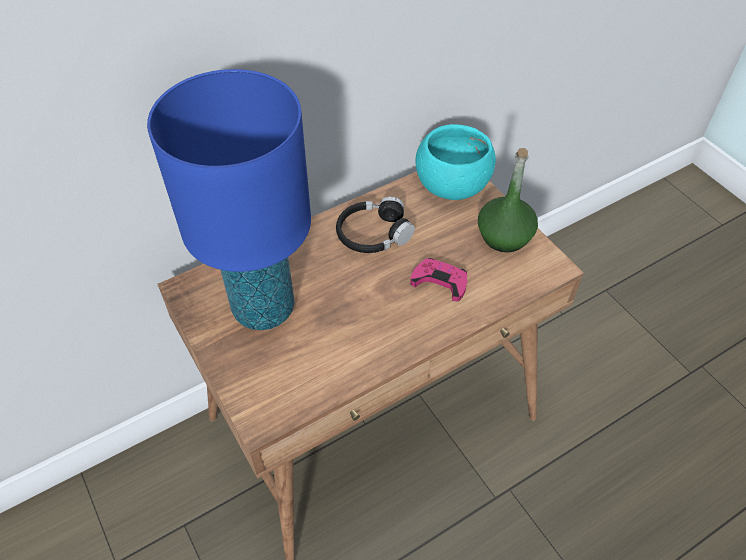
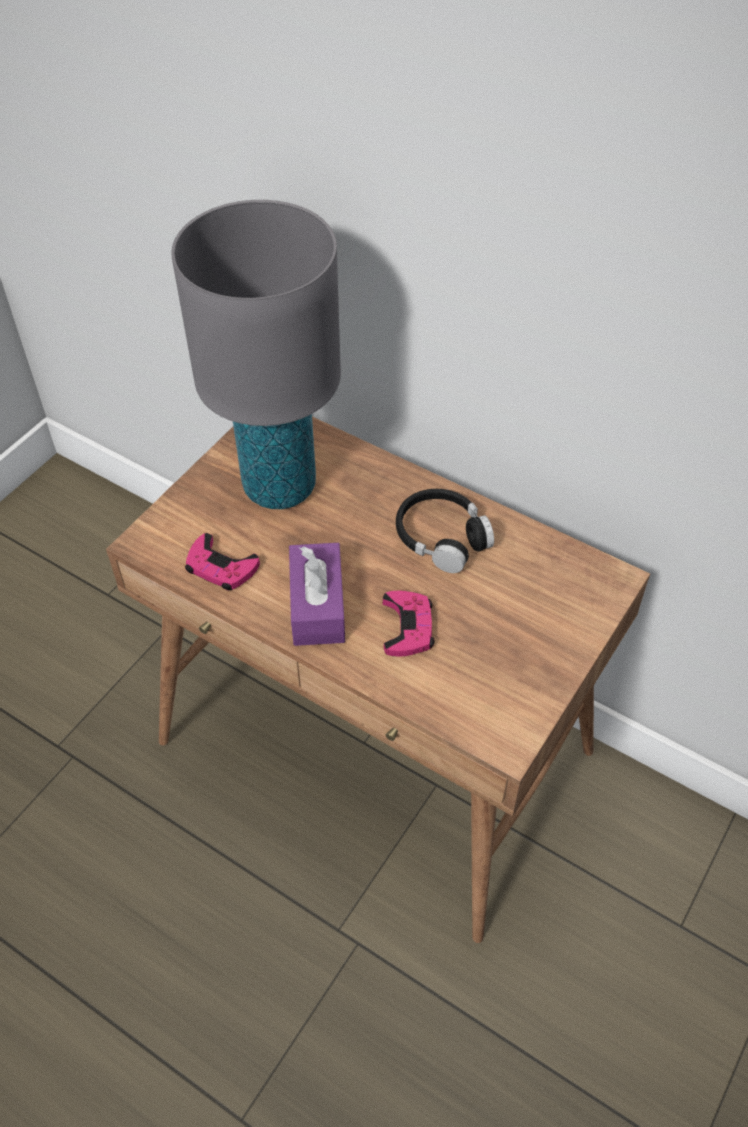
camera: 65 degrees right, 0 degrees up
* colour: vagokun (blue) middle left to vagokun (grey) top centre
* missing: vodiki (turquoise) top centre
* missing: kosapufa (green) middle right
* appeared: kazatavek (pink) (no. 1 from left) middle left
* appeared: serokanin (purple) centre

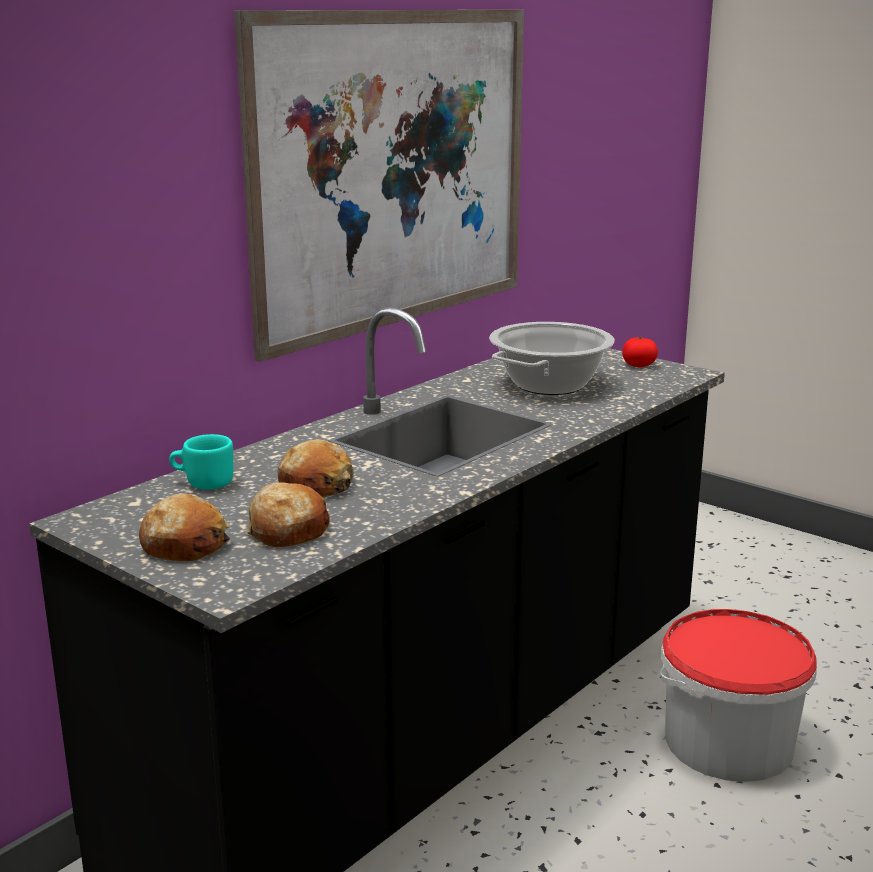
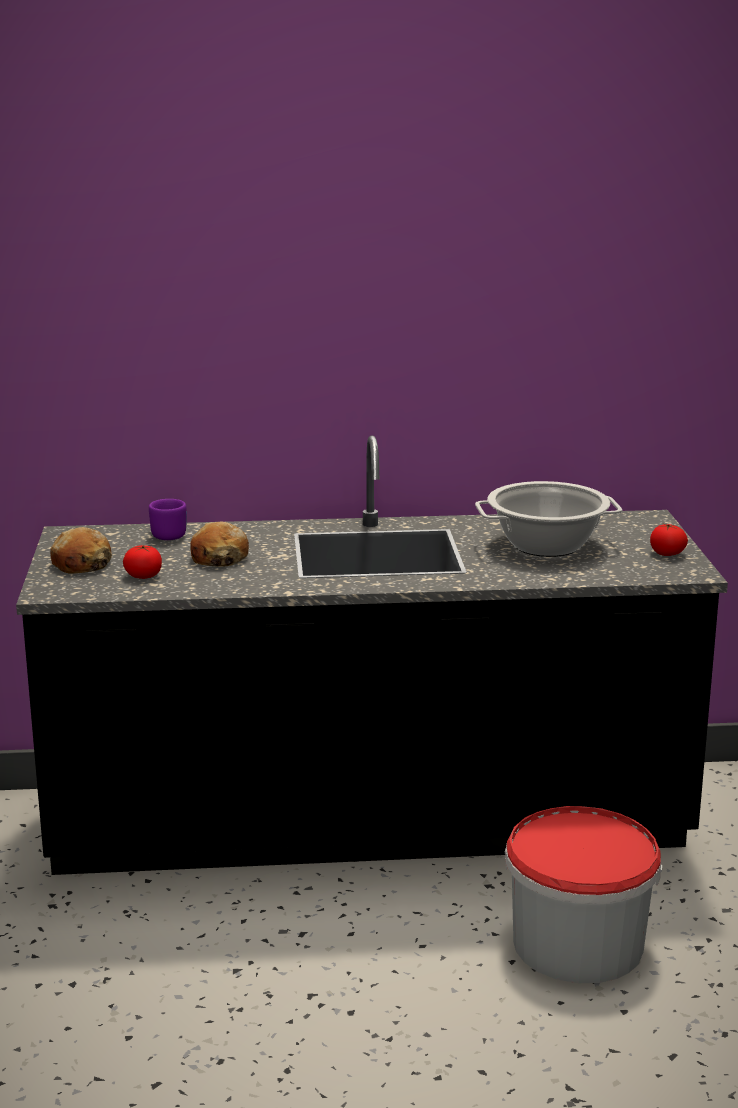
camera: 45 degrees right, 0 degrees up
* colour: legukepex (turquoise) middle left to legukepex (purple) middle left
* missing: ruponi top centre
* exchanged: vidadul (no. 2 from left) middle left to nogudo (no. 1 from left) middle left

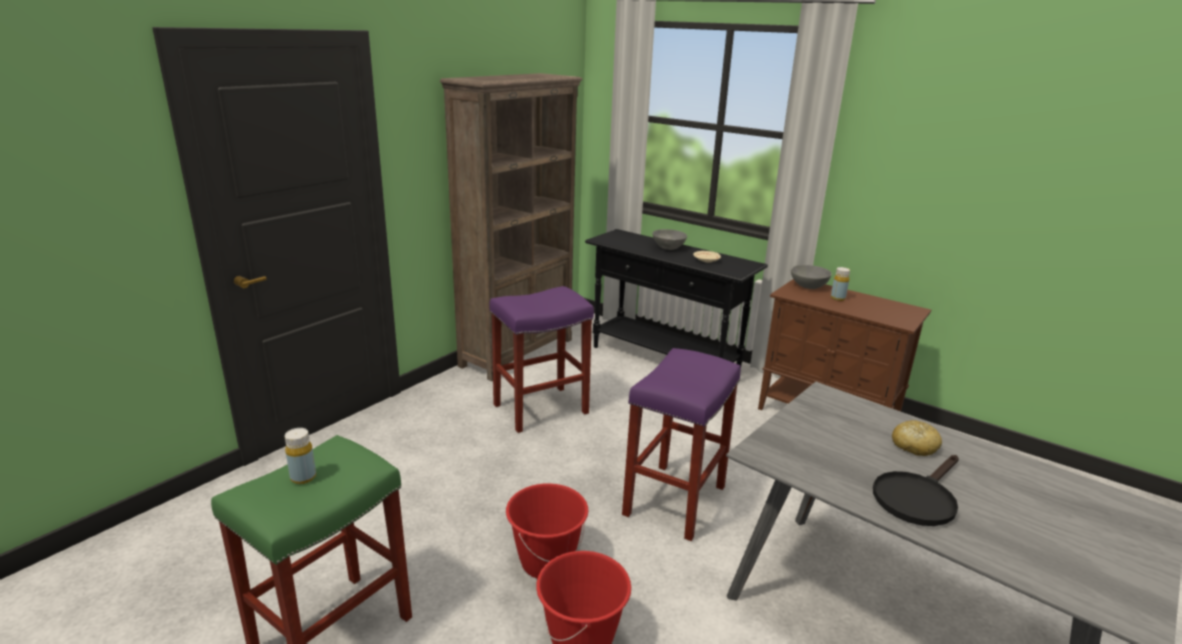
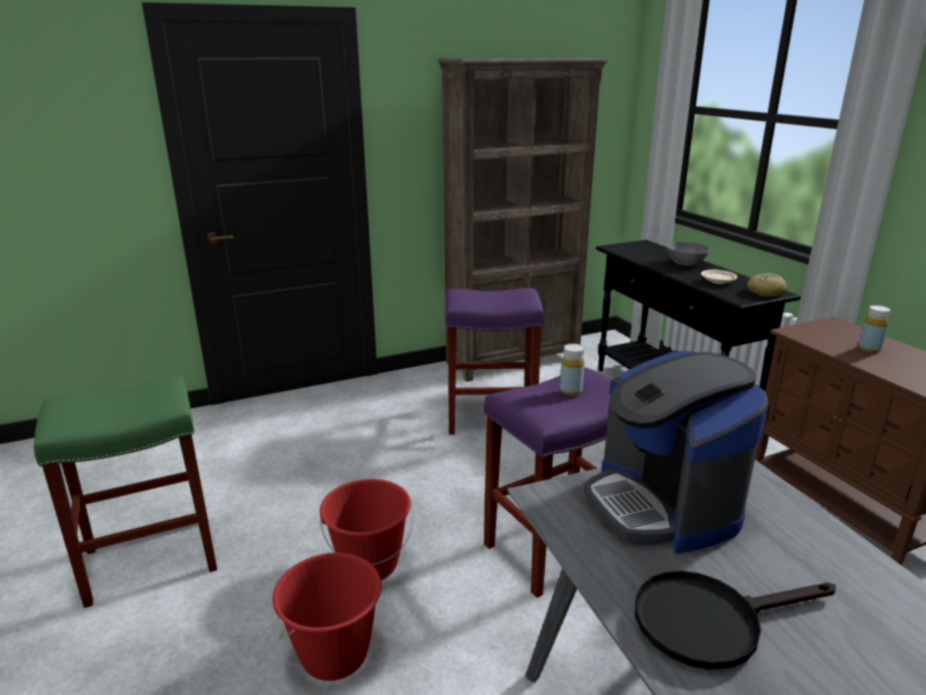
camera: 30 degrees right, 0 degrees up
* relocated: kosapufa (yellow) (no. 1 from left) bottom left to centre
* missing: vodiki (grey) (no. 2 from left) middle right
* relocated: vidadul bottom right to middle right
* appeared: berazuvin middle right

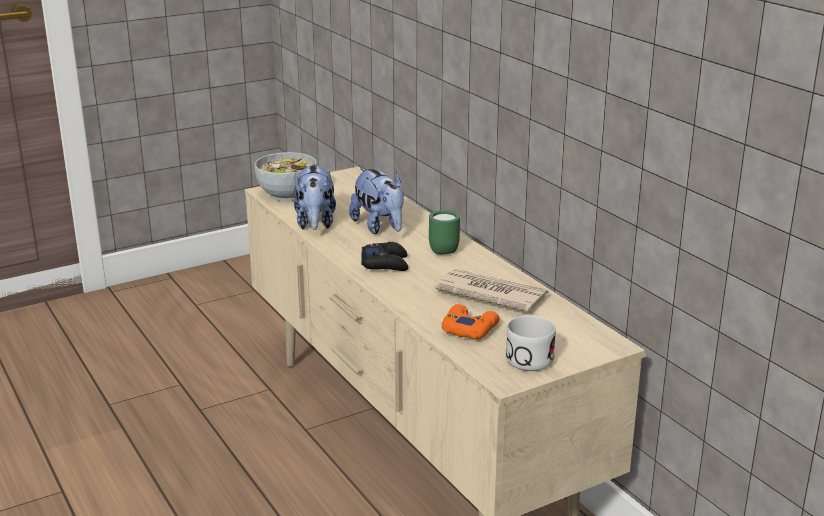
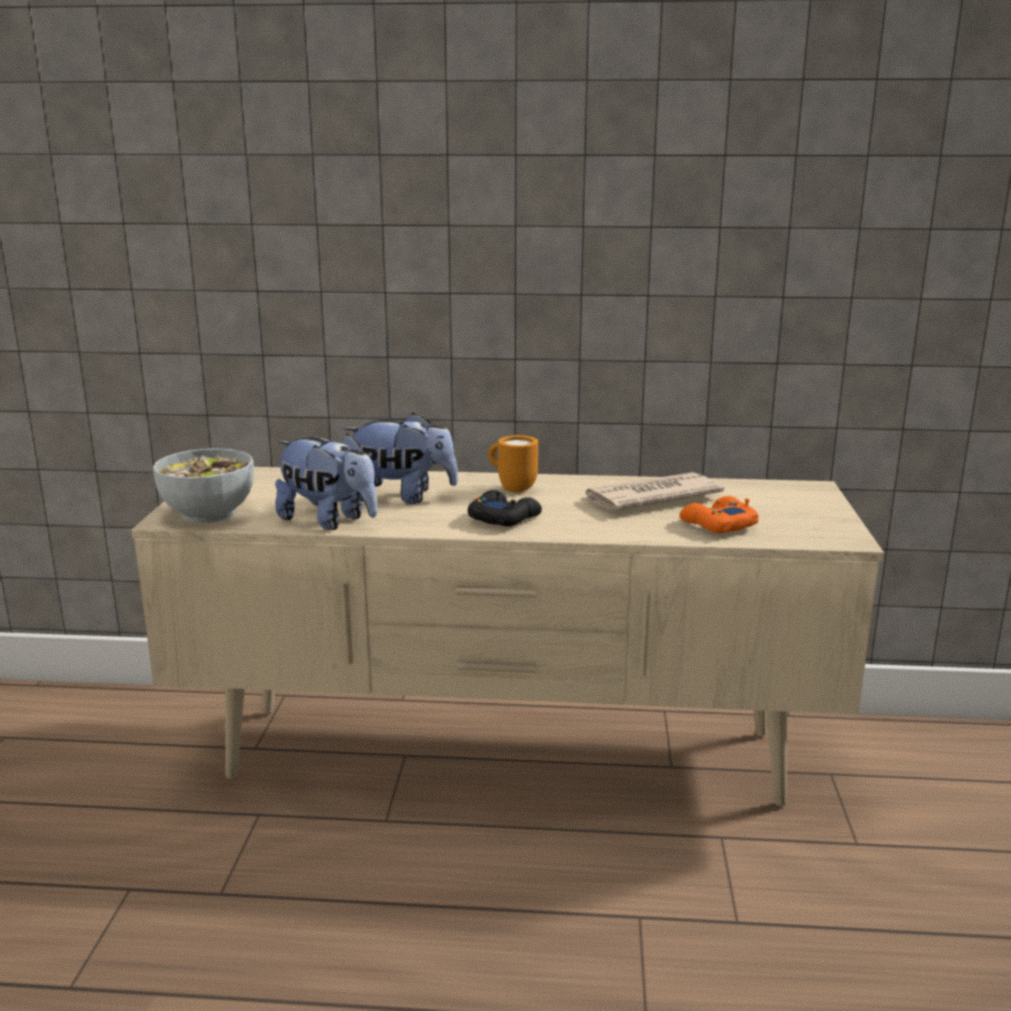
camera: 55 degrees left, 5 degrees down
* colour: legukepex (green) centre to legukepex (orange) centre
* missing: legukepex (white) centre

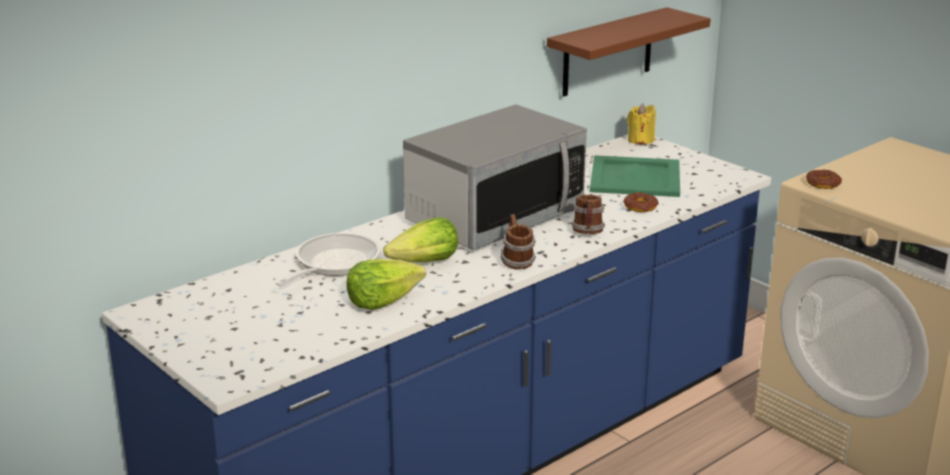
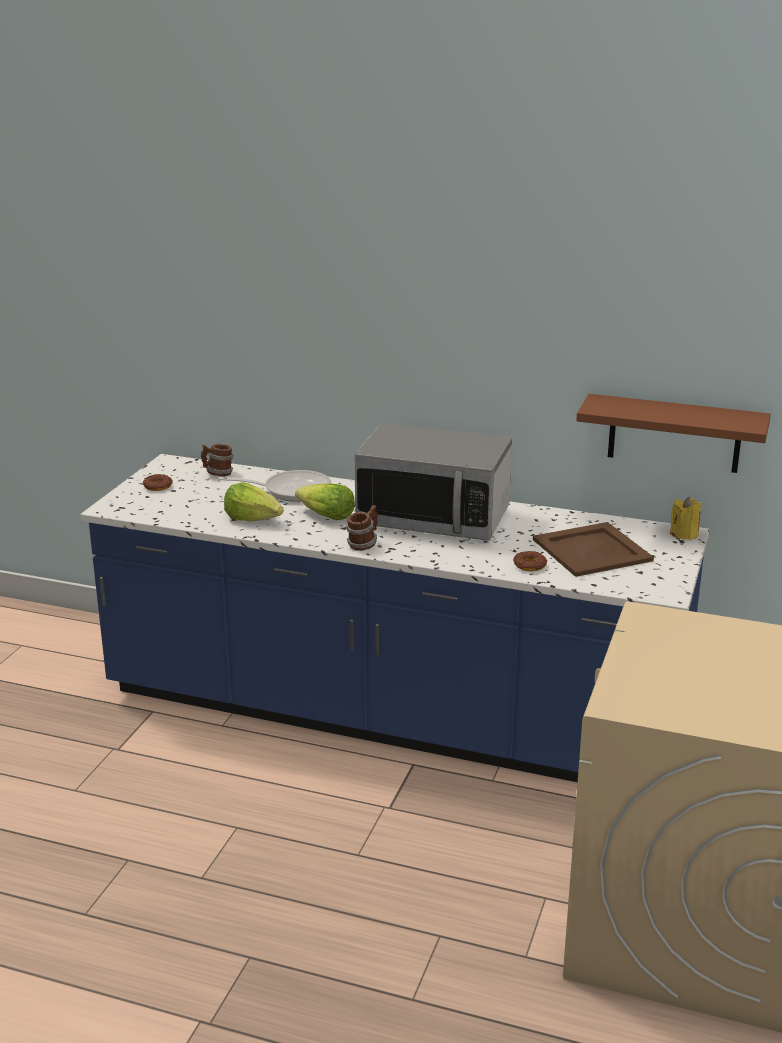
camera: 60 degrees right, 0 degrees up
* relocated: legukepex (no. 2 from left in the first image) centre to legukepex (no. 1 from left) middle left
* colour: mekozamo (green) middle right to mekozamo (brown) middle right
* relocated: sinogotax (no. 2 from left in the first image) middle right to sinogotax (no. 1 from left) middle left

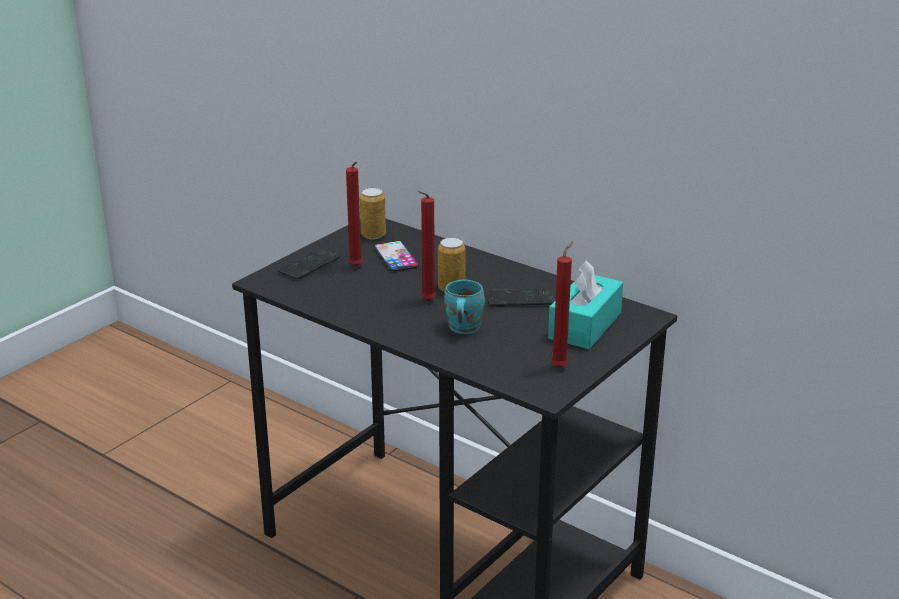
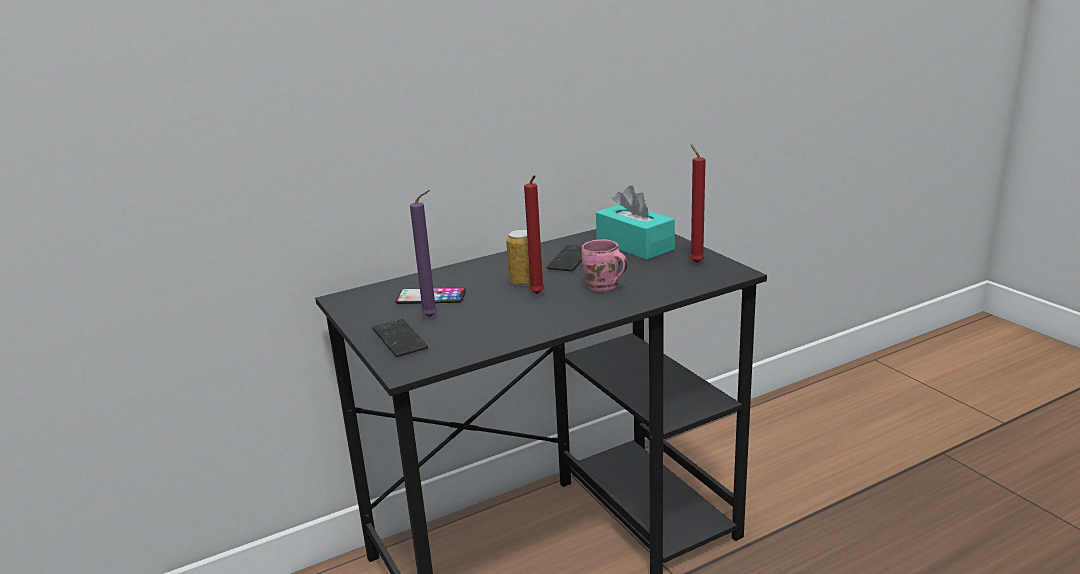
camera: 65 degrees left, 5 degrees down
* colour: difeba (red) (no. 1 from left) centre to difeba (purple) centre
* missing: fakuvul (no. 1 from left) centre
* colour: legukepex (turquoise) centre to legukepex (pink) centre

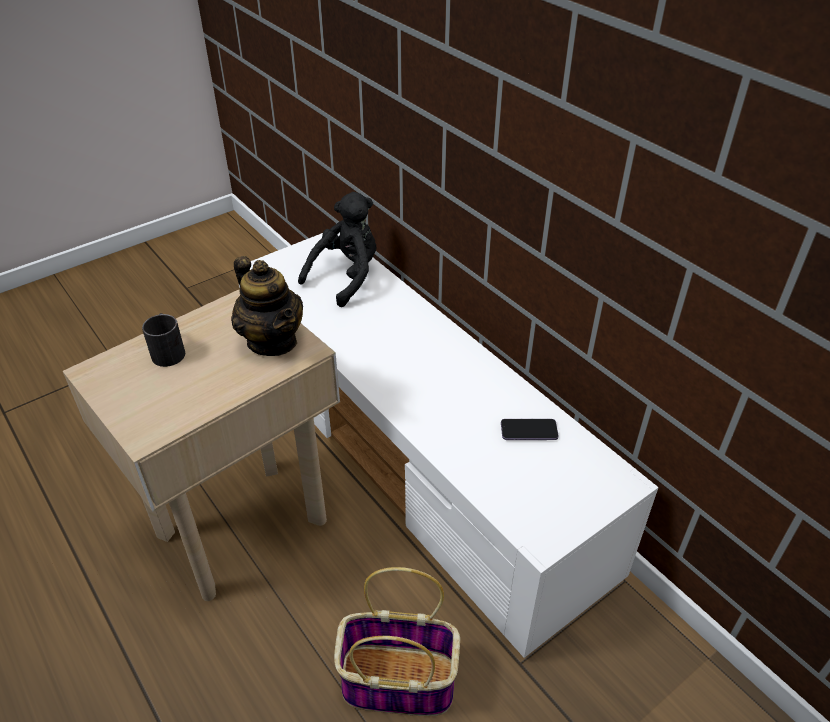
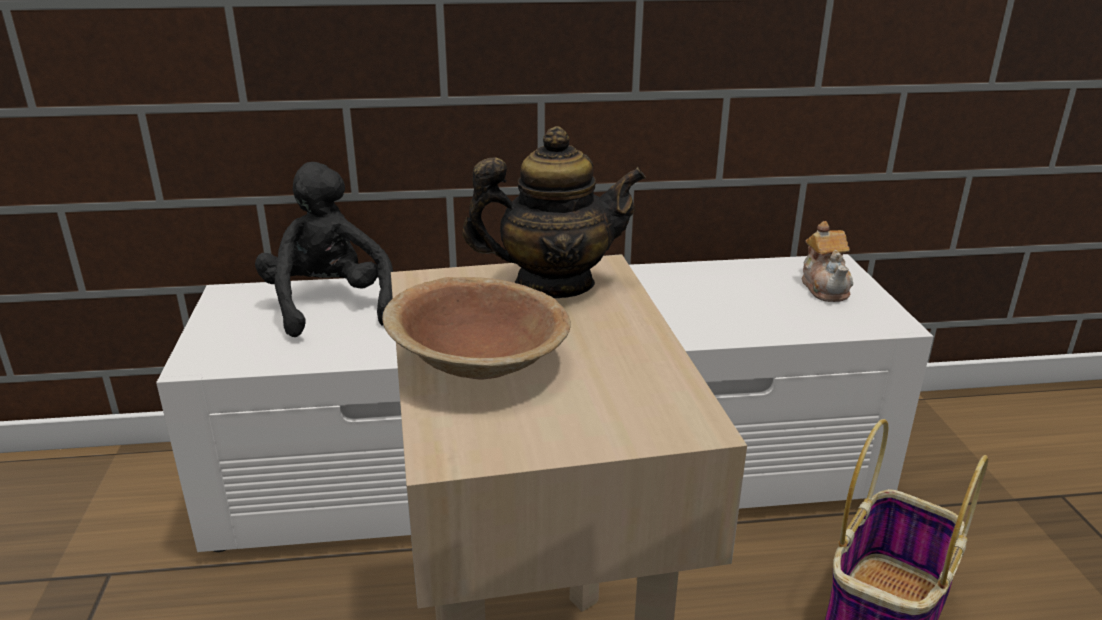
camera: 60 degrees left, 15 degrees down
* exchanged: legukepex (black) middle left to vodiki (brown) centre
* missing: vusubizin centre
* appeared: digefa (no. 2 from left) middle right

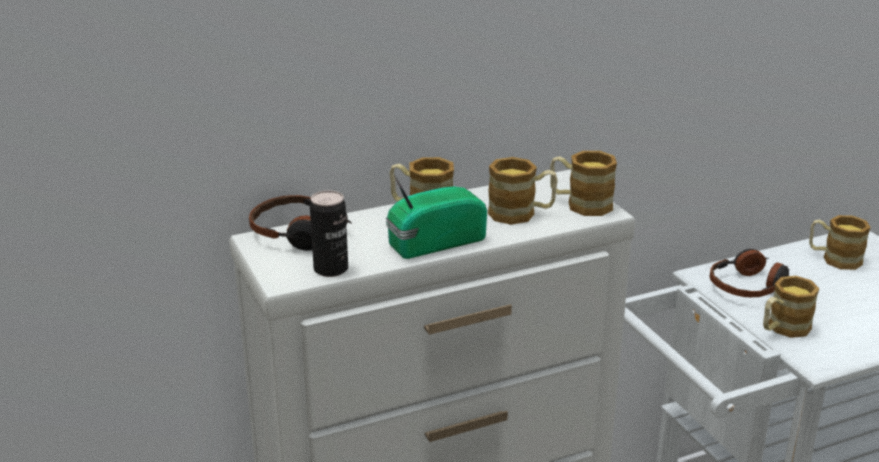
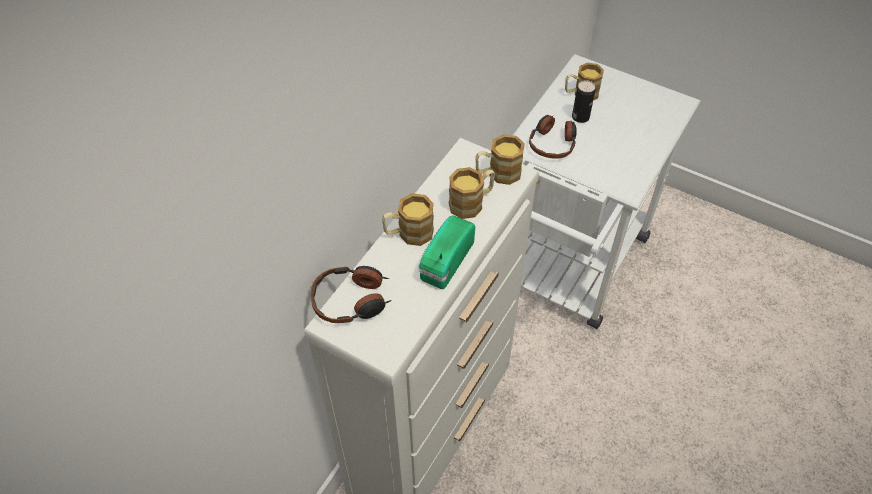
camera: 35 degrees left, 25 degrees up
* relocated: fakuvul centre to top right
* missing: legukepex (no. 4 from left) middle right

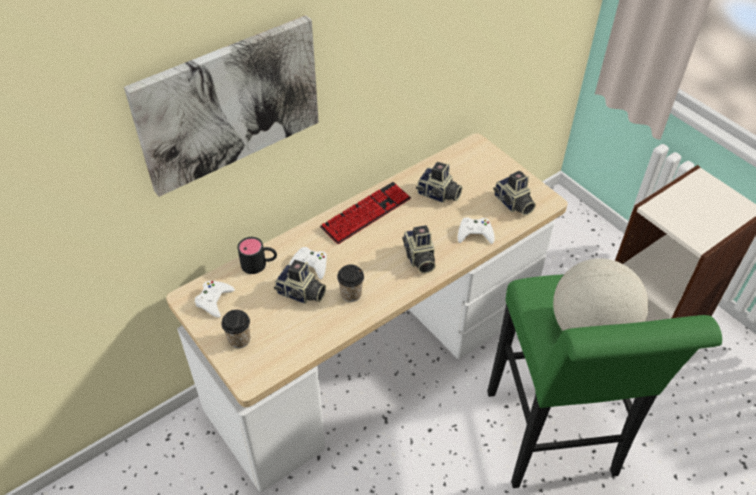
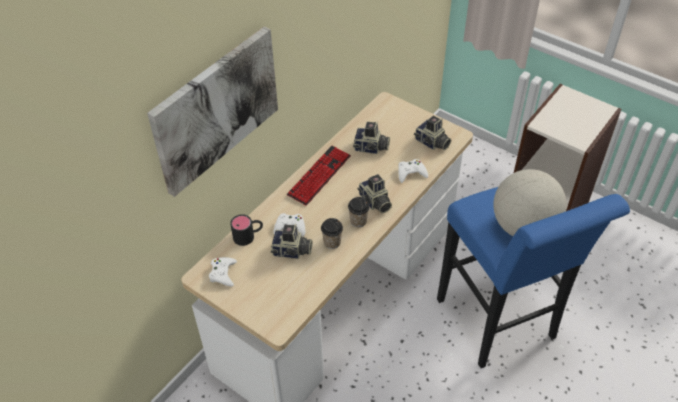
camera: 15 degrees left, 0 degrees up
* relocated: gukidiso (no. 1 from left in the first image) middle left to gukidiso (no. 2 from left) centre
* colour: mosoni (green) bottom right to mosoni (blue) bottom right

